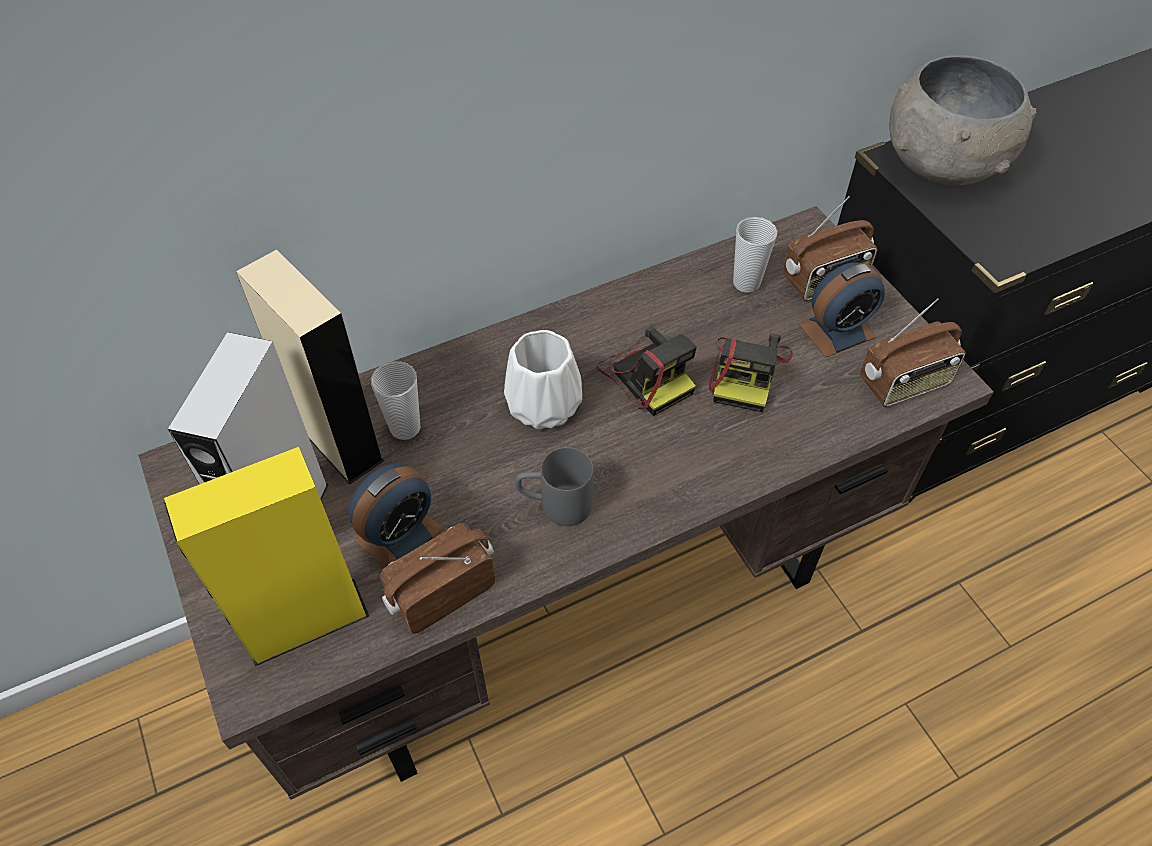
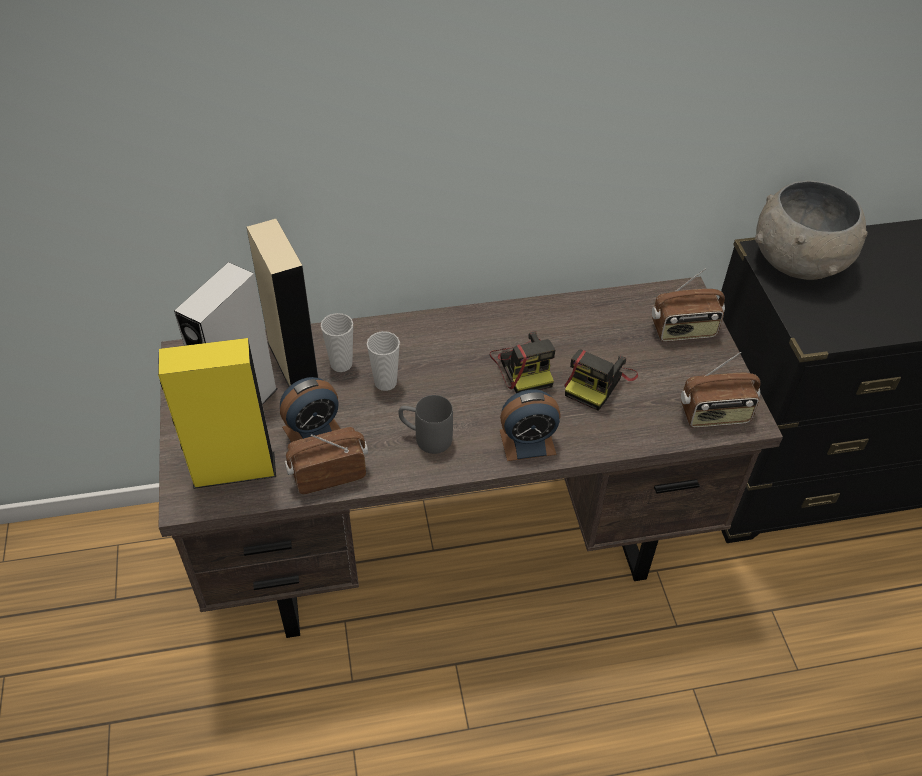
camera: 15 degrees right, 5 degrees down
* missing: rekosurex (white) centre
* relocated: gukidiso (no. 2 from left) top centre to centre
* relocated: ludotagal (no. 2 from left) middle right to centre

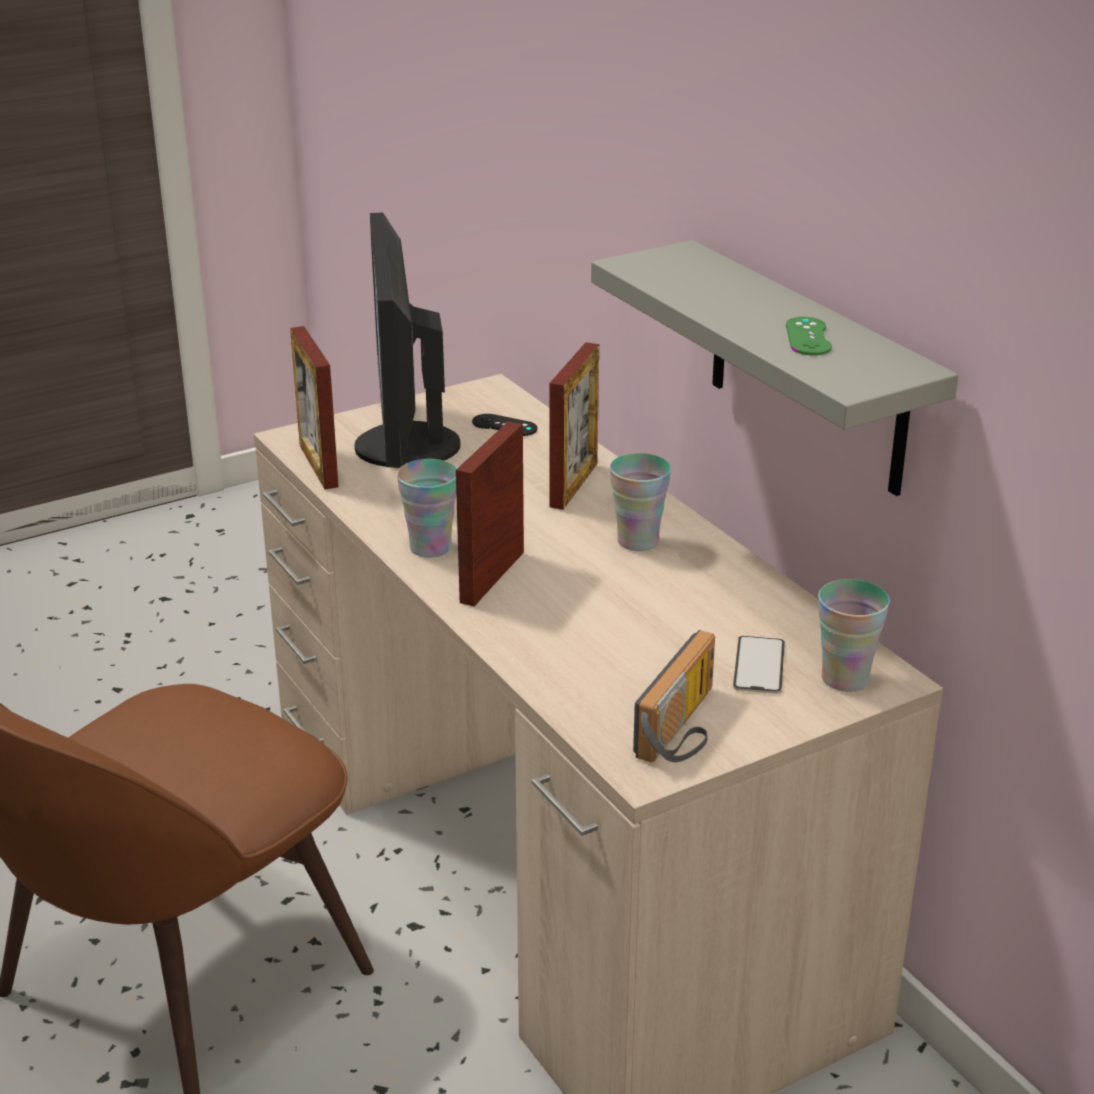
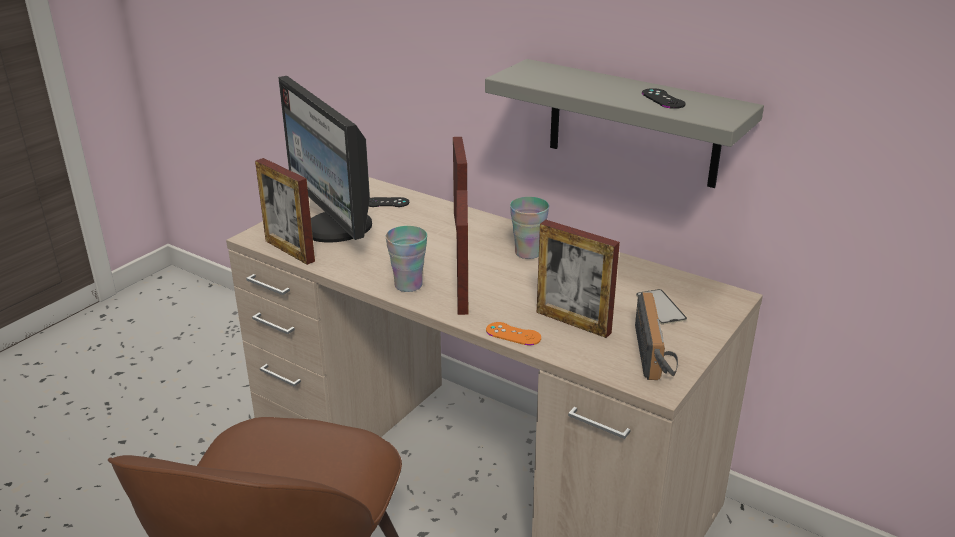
camera: 25 degrees left, 0 degrees up
* colour: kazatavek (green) top right to kazatavek (black) (no. 2 from left) top right
* missing: gukidiso (no. 3 from left) middle right
* appeared: kazatavek (orange) centre
* appeared: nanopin (no. 4 from left) centre

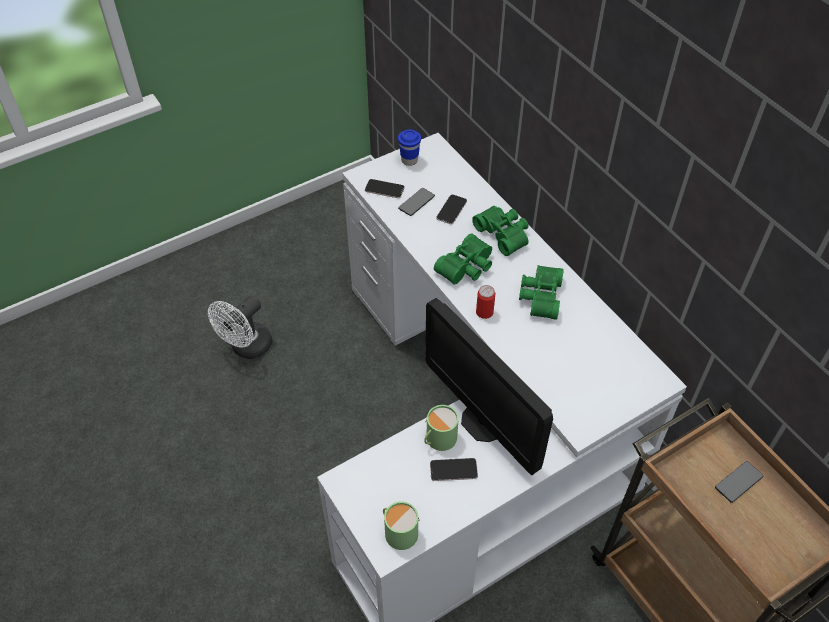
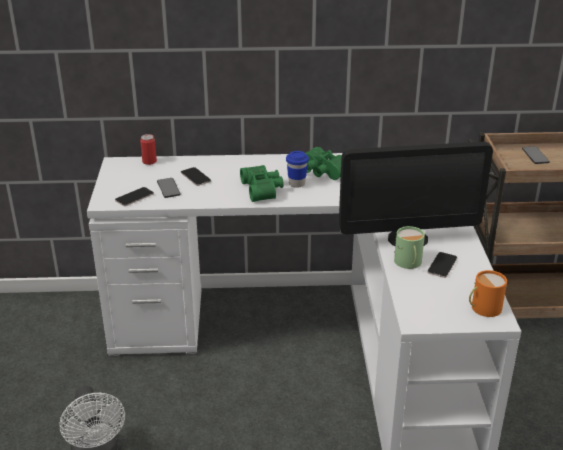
camera: 60 degrees left, 20 degrees down
* colour: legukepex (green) (no. 1 from left) bottom centre to legukepex (orange) middle right
* relocated: gukidiso (blue) top centre to centre
* missing: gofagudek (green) (no. 2 from left) centre
* relocated: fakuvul centre to top left

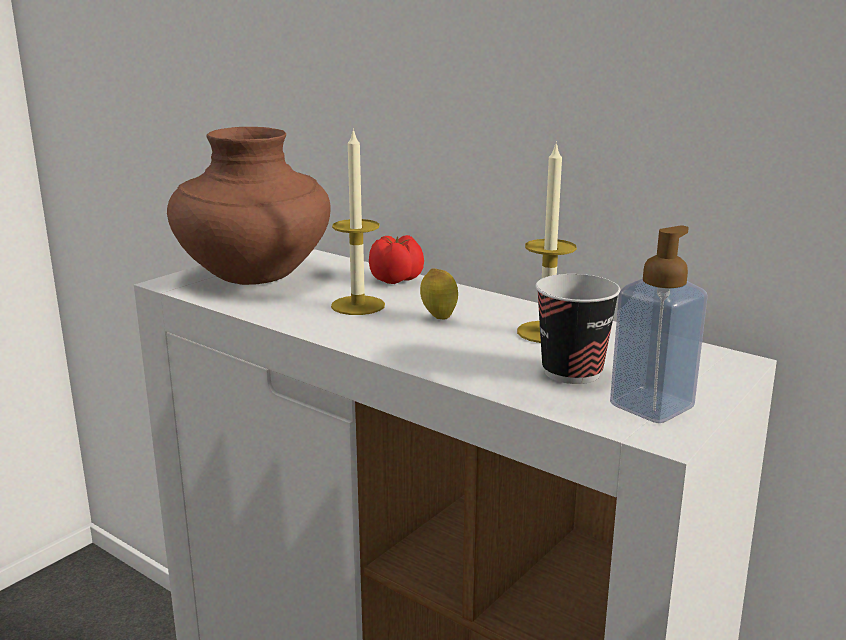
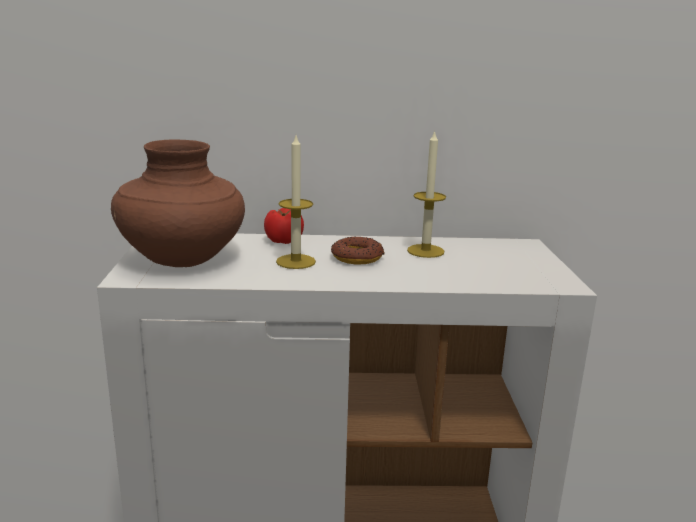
camera: 40 degrees left, 0 degrees up
* exchanged: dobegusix centre to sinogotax centre
* missing: gukidiso middle right
* missing: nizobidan middle right

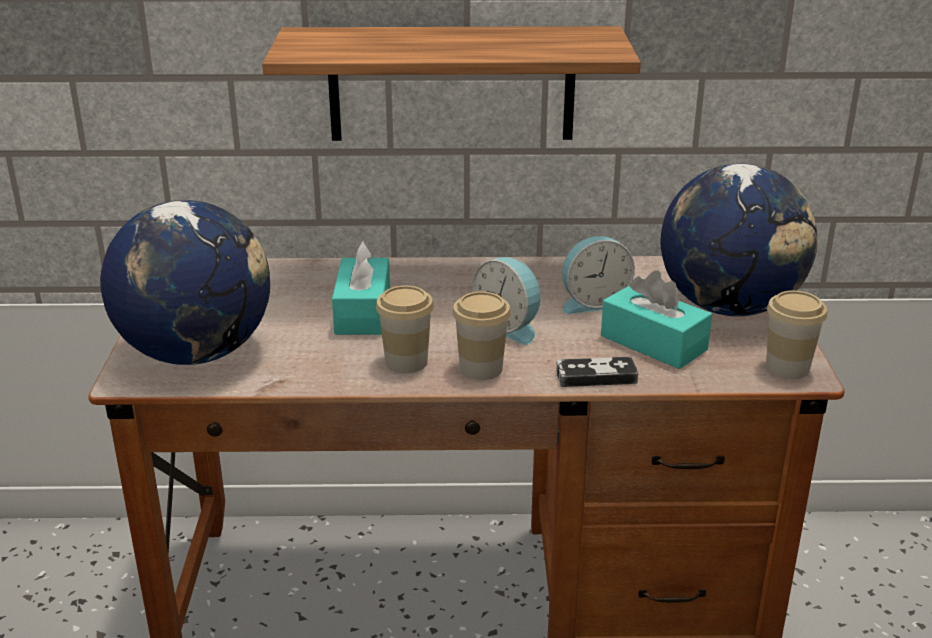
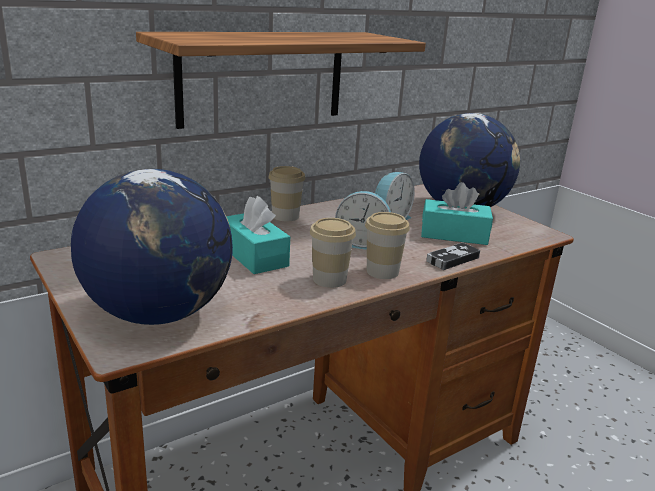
camera: 35 degrees left, 5 degrees down
* relocated: gukidiso (no. 3 from left in the first image) middle right to gukidiso (no. 1 from left) centre

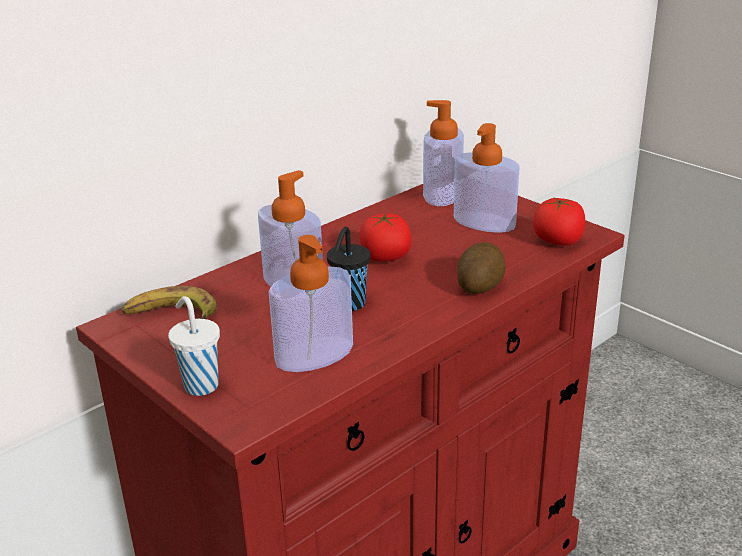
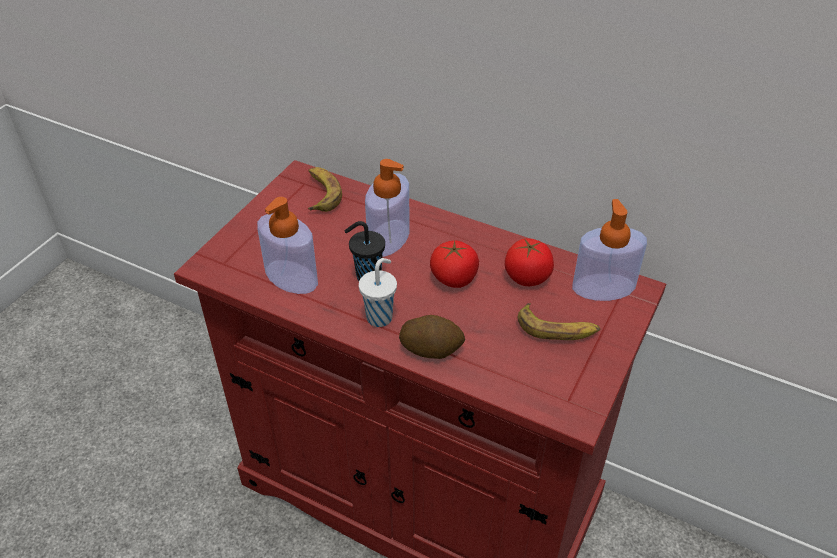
camera: 70 degrees right, 15 degrees up
* relocated: gukidiso (white) middle left to centre
* exchanged: nizobidan (no. 4 from left) top centre to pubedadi (no. 2 from left) middle right
* relocated: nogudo (no. 2 from left) middle right to centre

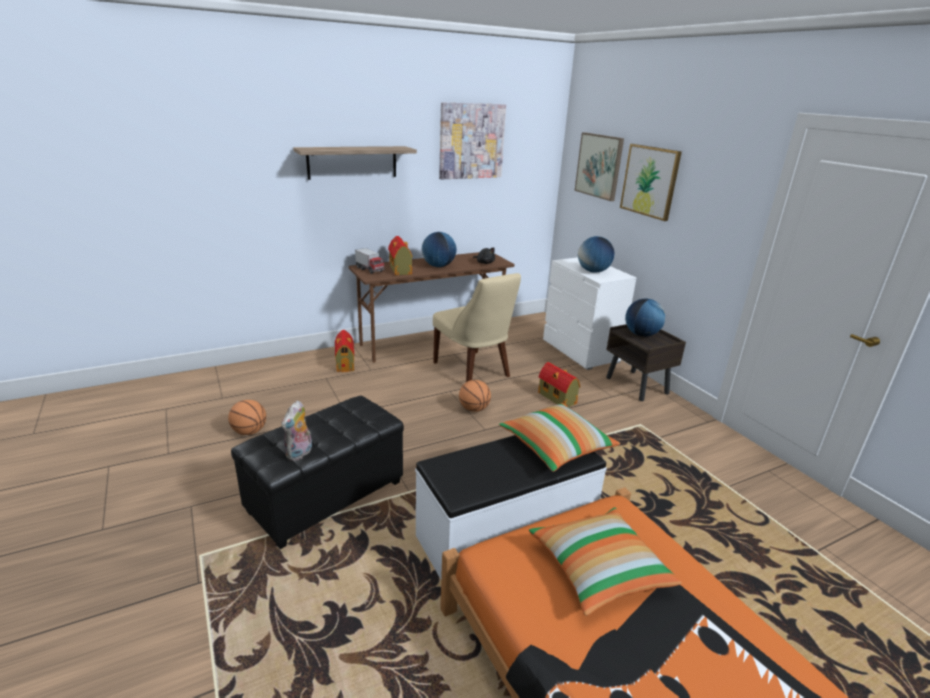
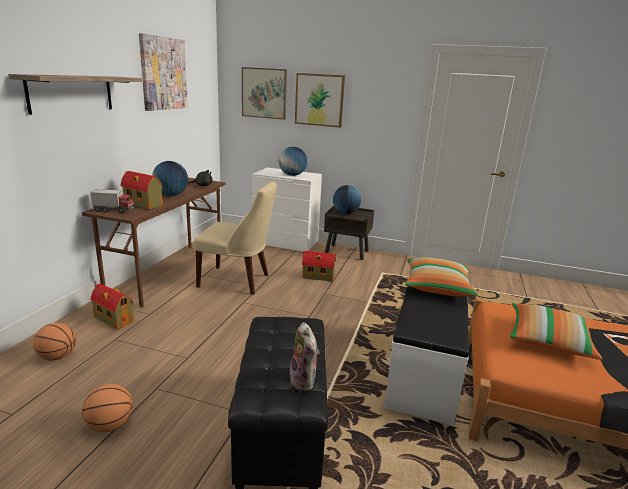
camera: 45 degrees left, 5 degrees down
* relocated: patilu (no. 2 from left in the first image) centre to patilu (no. 1 from left) bottom left

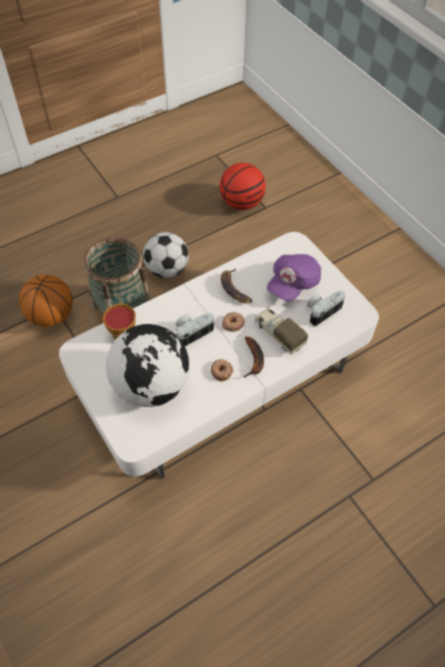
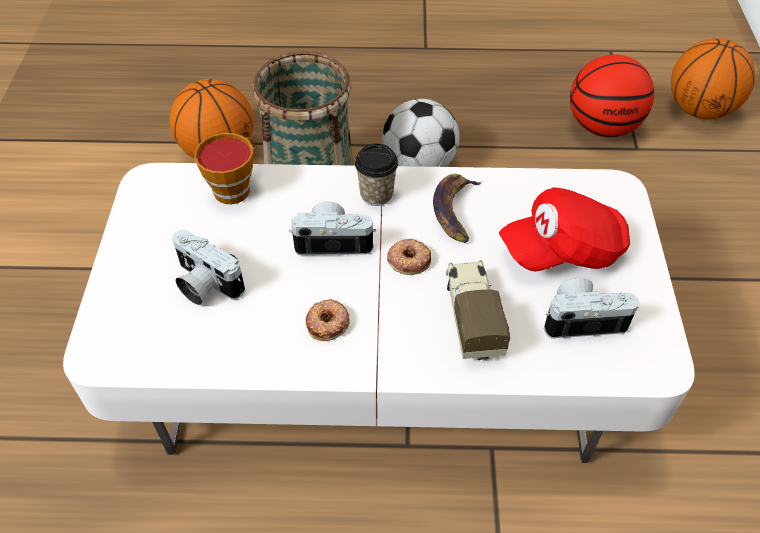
camera: 35 degrees right, 5 degrees down
* exchanged: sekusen middle left to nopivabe (no. 1 from left) middle left
* missing: pubedadi (no. 2 from left) centre
* colour: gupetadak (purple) centre to gupetadak (red) middle right
* appeared: gukidiso (no. 2 from left) top centre
* appeared: patilu (no. 3 from left) top right

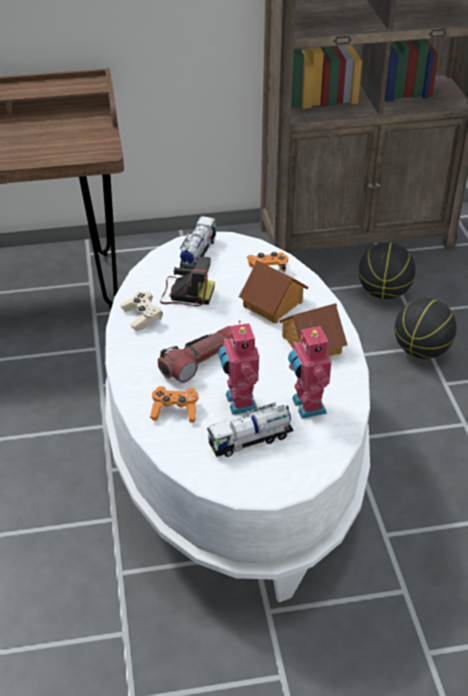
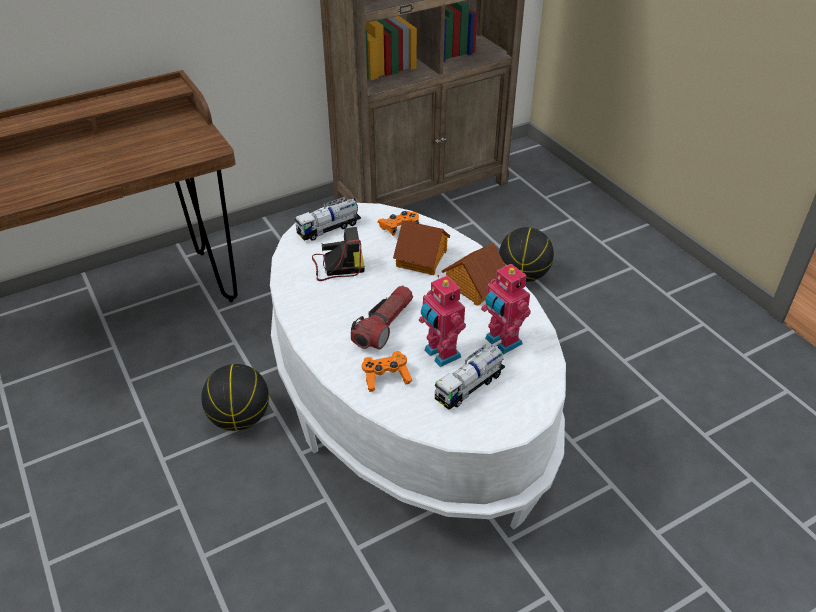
camera: 20 degrees left, 0 degrees up
* missing: kazatavek (beige) middle left
* spun: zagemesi (no. 1 from left) centre = centre 120 degrees counterclockwise
* relocated: patilu (no. 1 from left) middle right to middle left

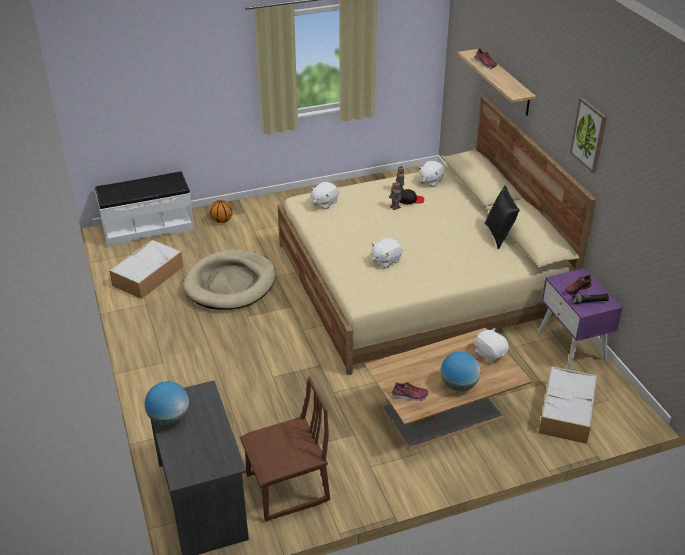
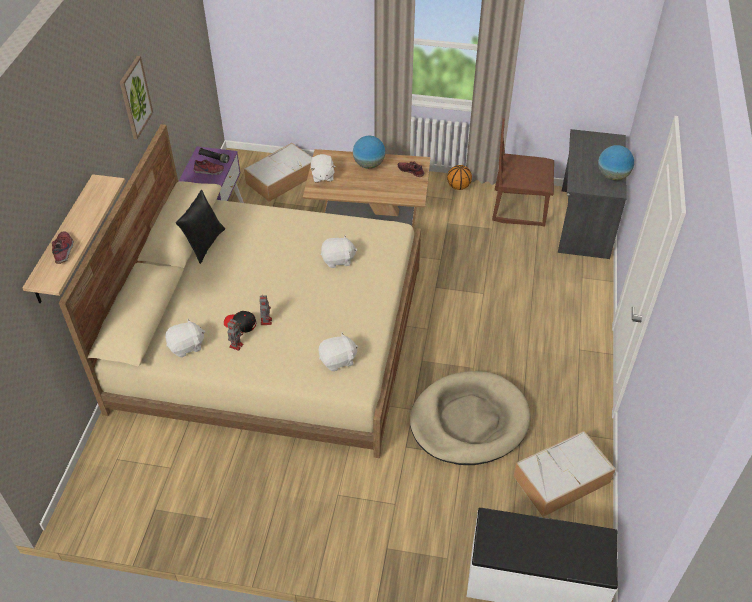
camera: 150 degrees left, 10 degrees up
* relocated: patilu middle left to top centre

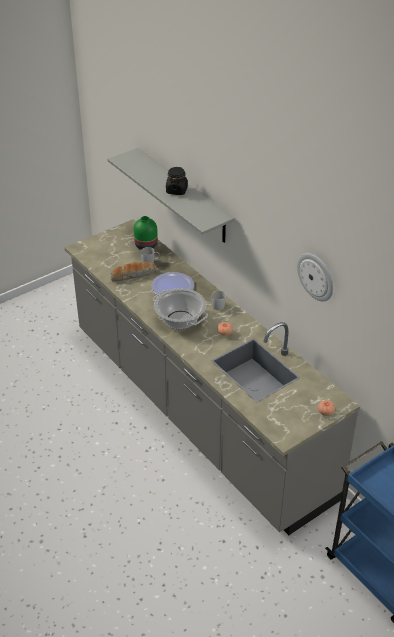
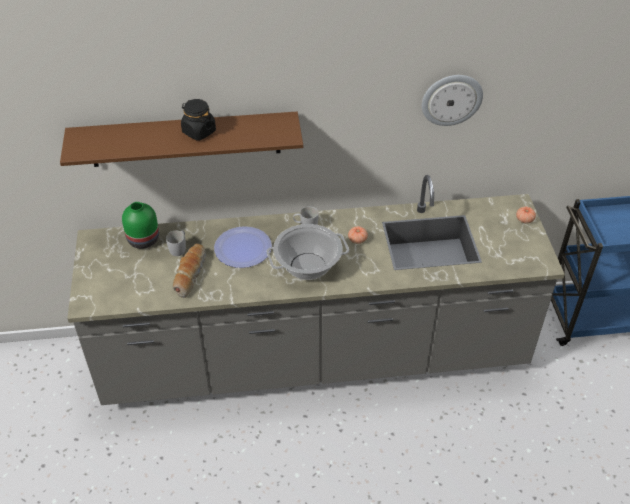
camera: 60 degrees left, 5 degrees up
* colour: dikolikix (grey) top centre to dikolikix (brown) top left

